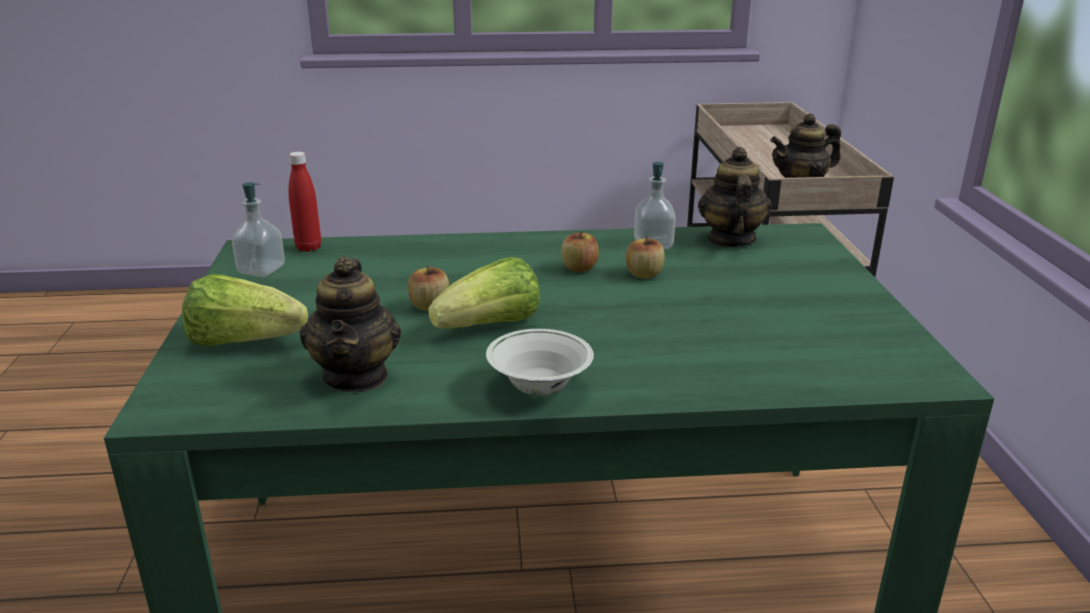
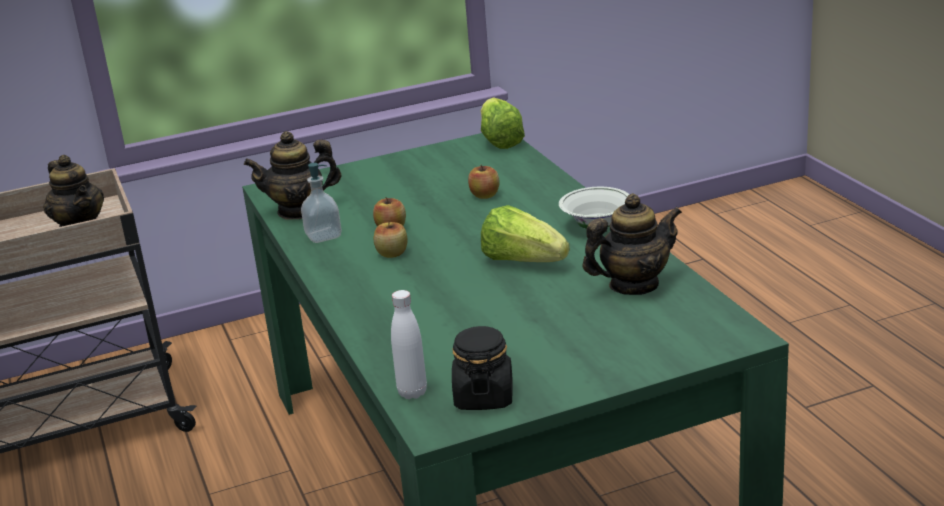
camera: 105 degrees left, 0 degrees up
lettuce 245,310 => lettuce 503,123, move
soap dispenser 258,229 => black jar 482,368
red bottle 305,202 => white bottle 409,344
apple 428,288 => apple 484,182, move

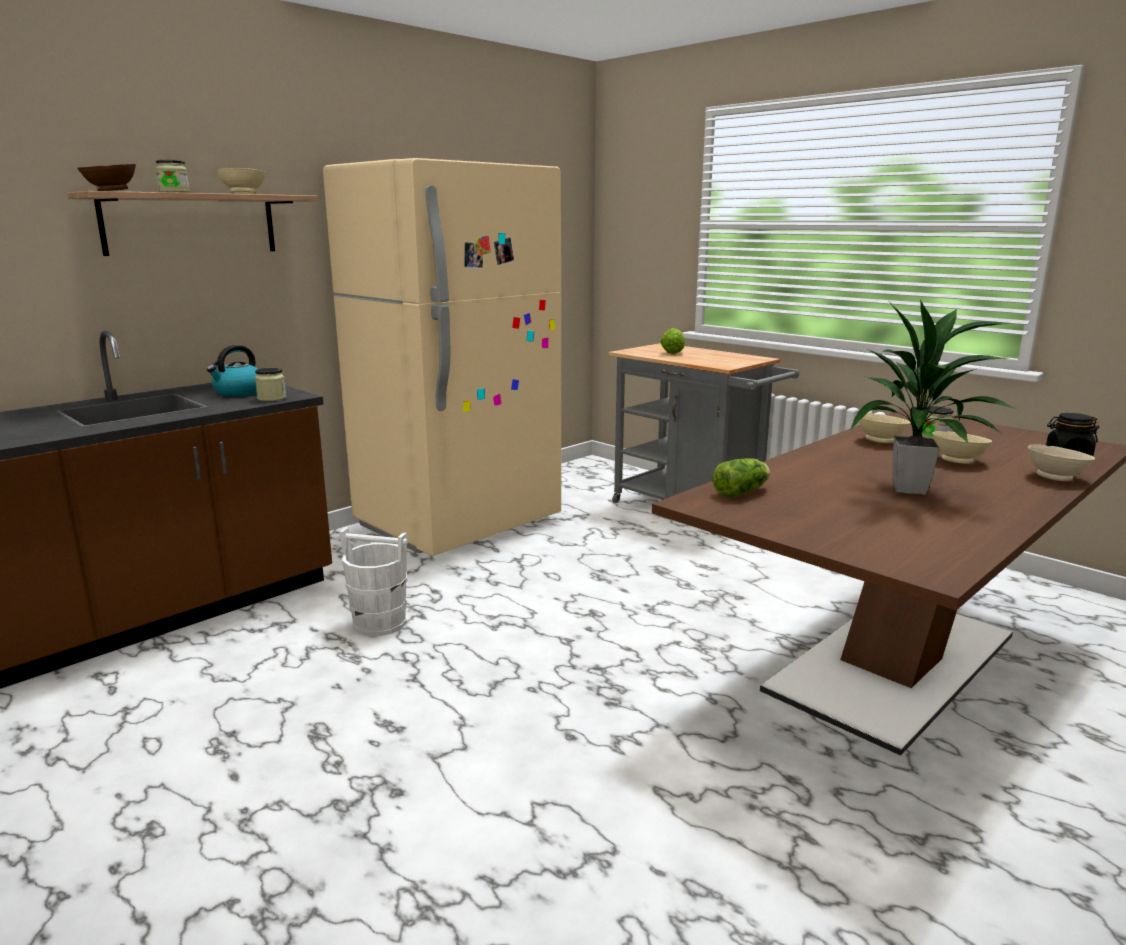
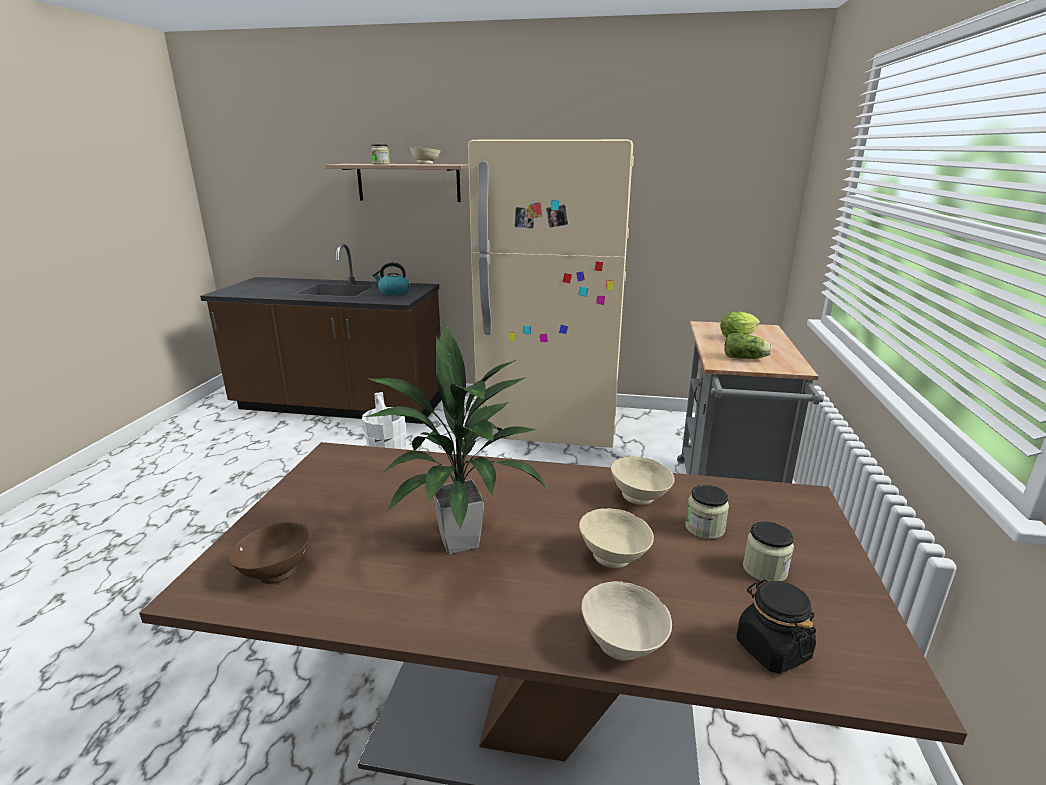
camera: 55 degrees right, 5 degrees up
brown bowl 106,177 => brown bowl 269,553, move
jar 270,384 => jar 768,551, move
lettuce 741,478 => lettuce 748,346, move

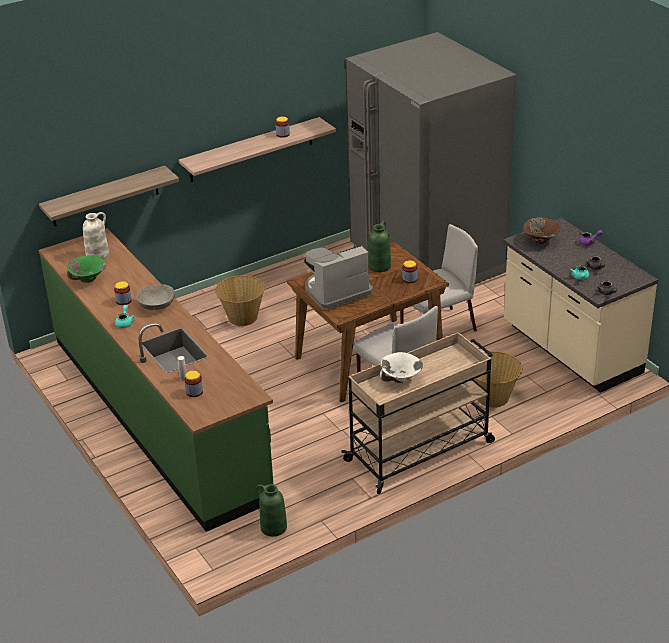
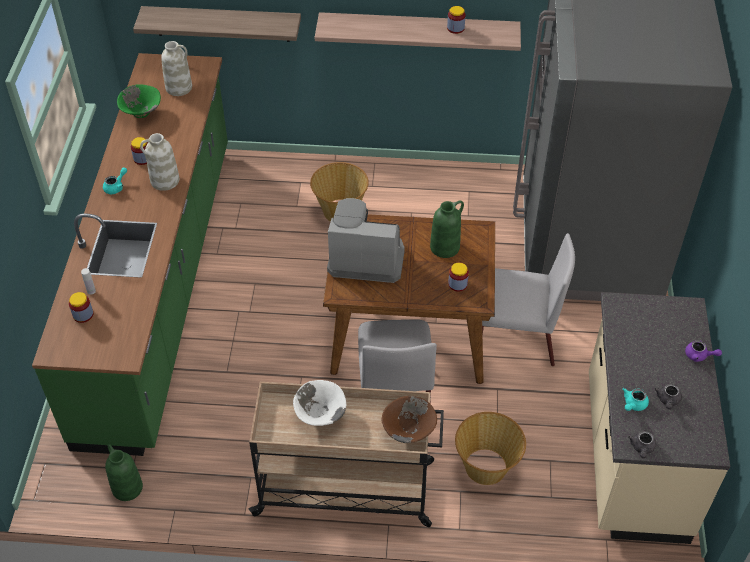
camera: 35 degrees right, 15 degrees up
grey bowl 155,297 => white vase 159,162
brown bowl 541,230 => brown bowl 409,419, move

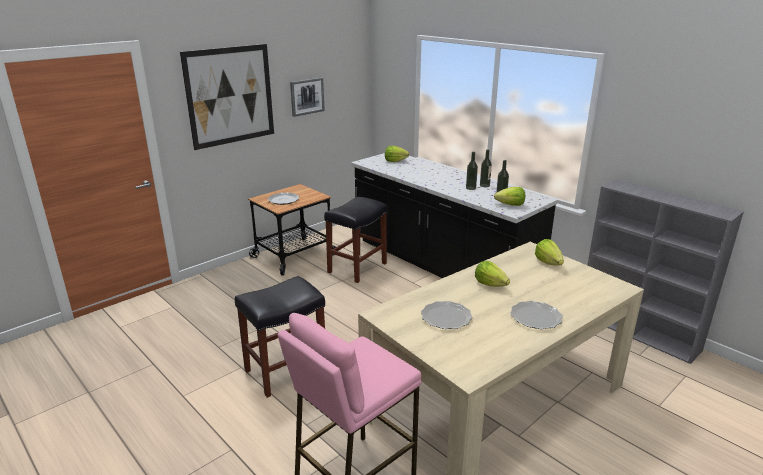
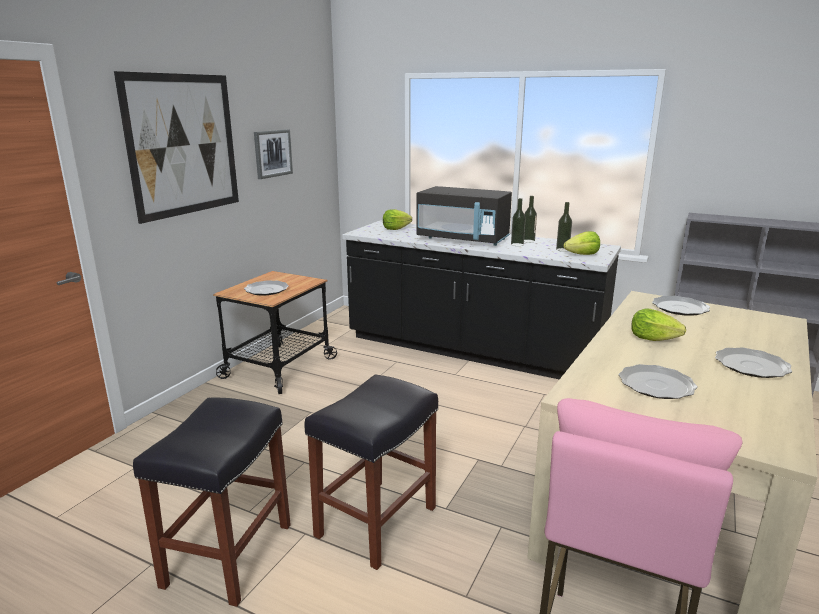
camera: 20 degrees left, 5 degrees down
black stool 355,240 => black stool 212,502, move
lettuce 549,252 => plate 681,306
nothing => black microwave 464,216

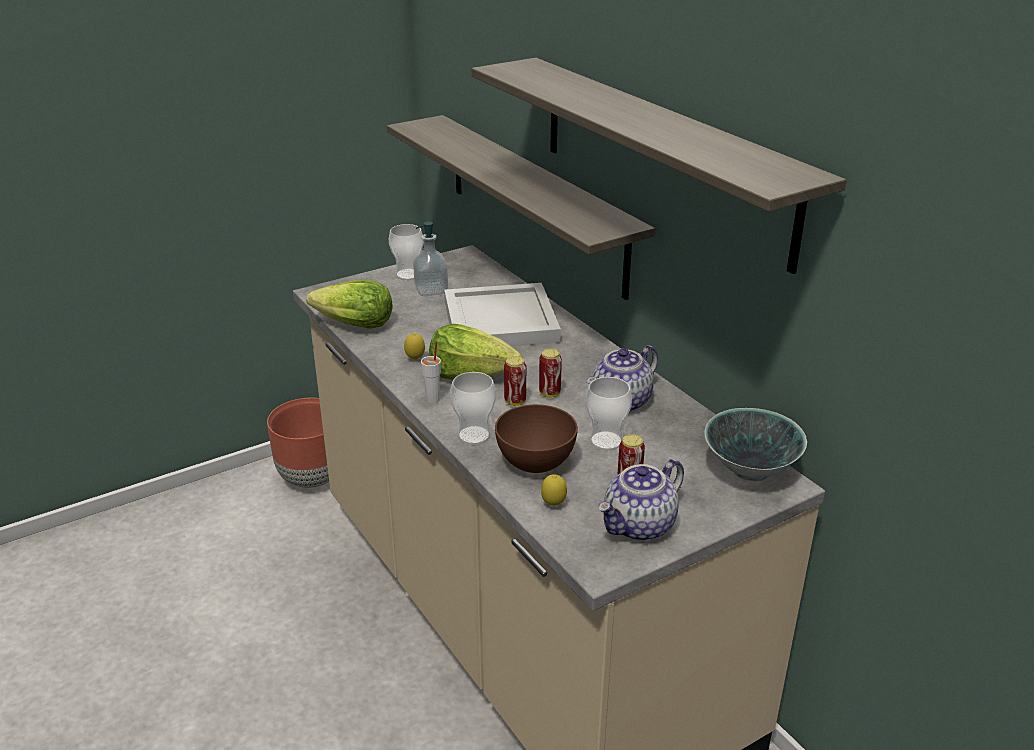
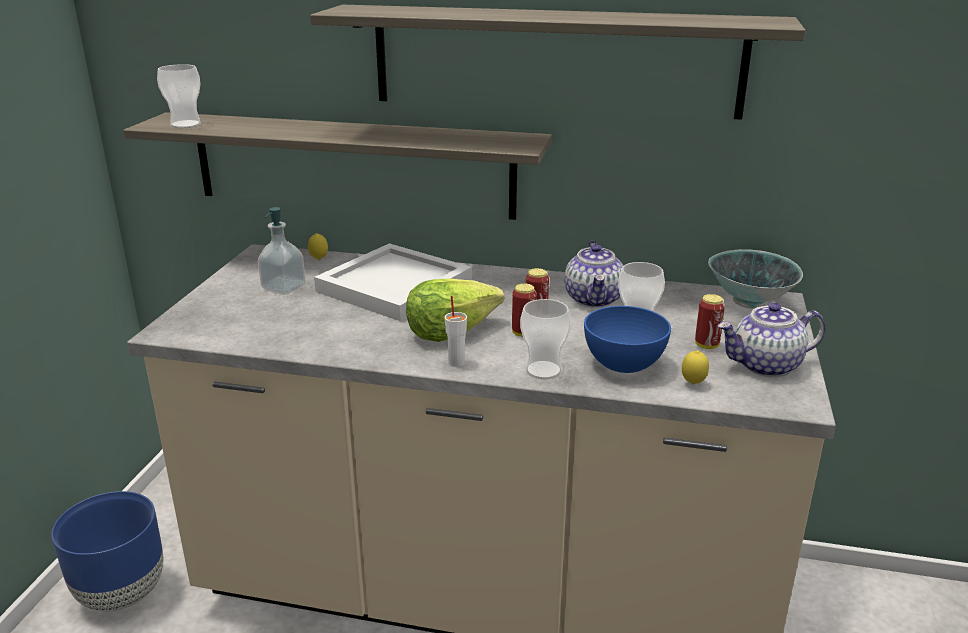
camera: 45 degrees left, 5 degrees down
brown planter 298,443 => blue planter 107,551
lettuce 349,304 => nothing
cup 406,252 => cup 179,96, move
lemon 414,346 => lemon 318,246, move
brown bowl 536,438 => blue bowl 627,339
teapot 641,500 => teapot 771,340, 75 degrees clockwise

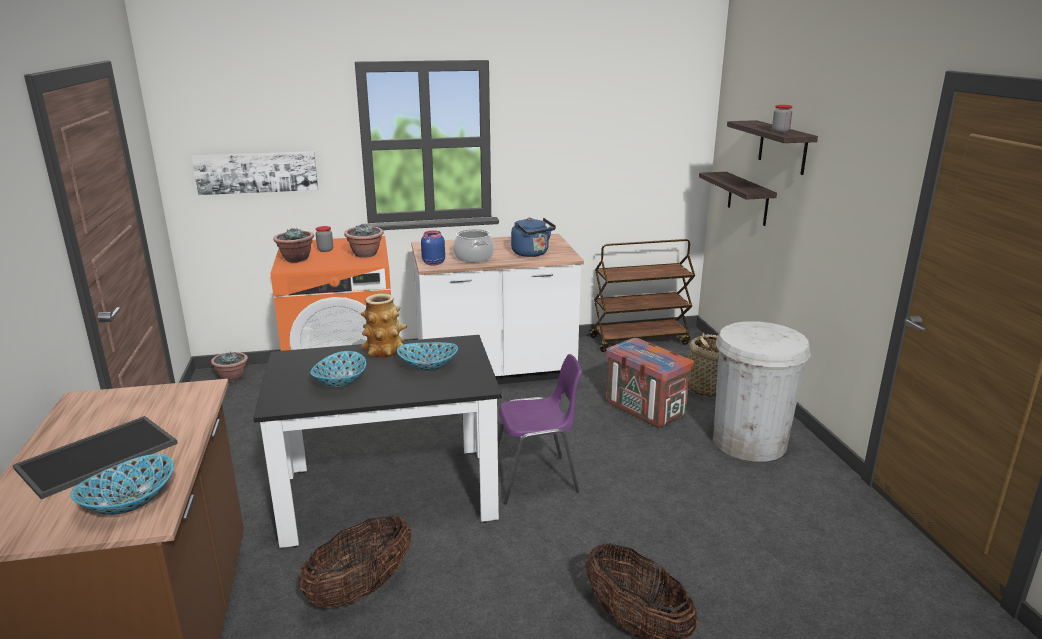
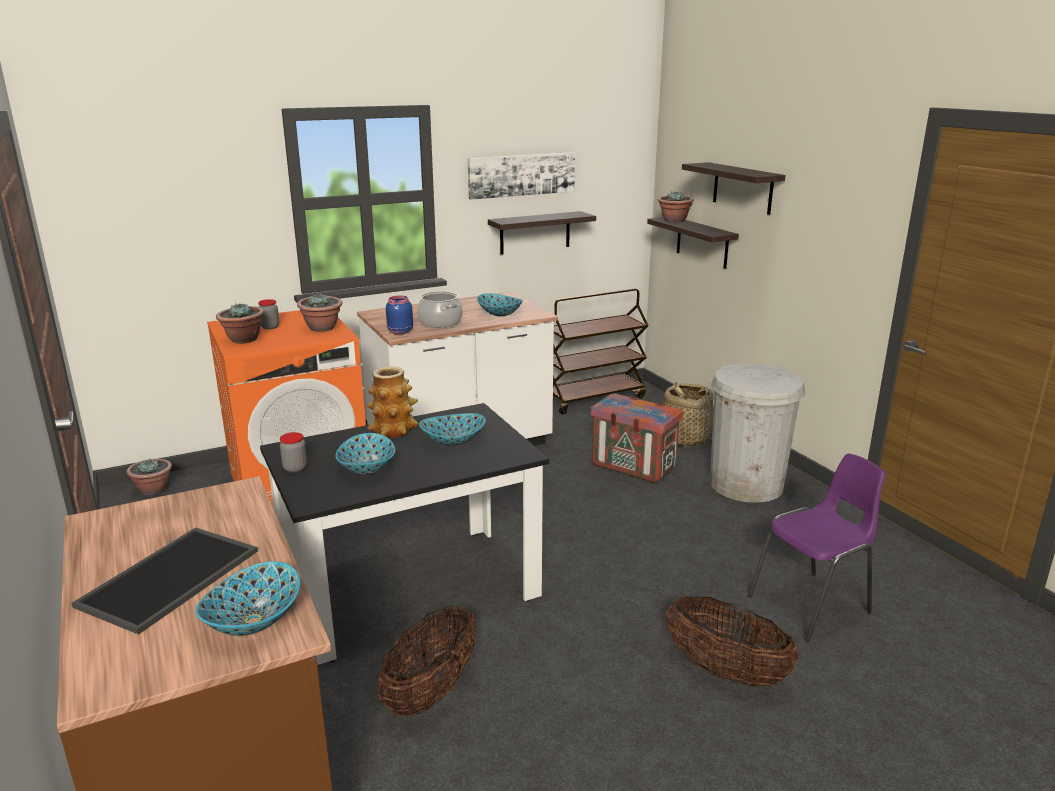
camera: 15 degrees left, 0 degrees up
picture 255,173 => picture 521,176, move
purple chair 540,429 => purple chair 817,547, move
blue kettle 533,237 => bowl 500,304
jar 782,119 => jar 293,452, move
nothing => shelf 542,232
nothing => potted plant 676,207

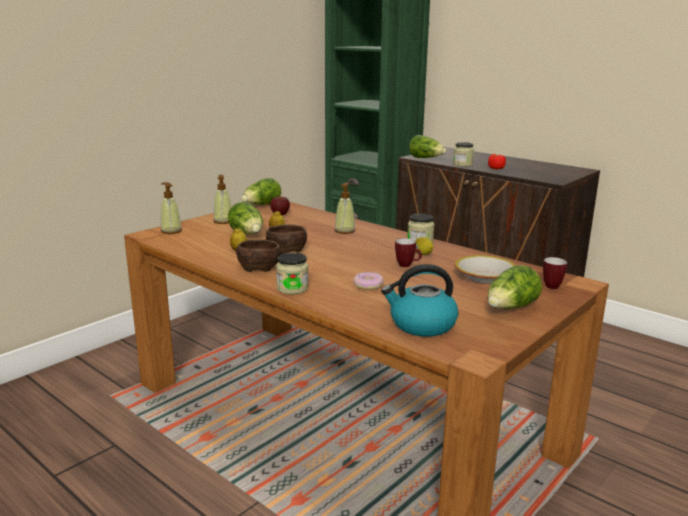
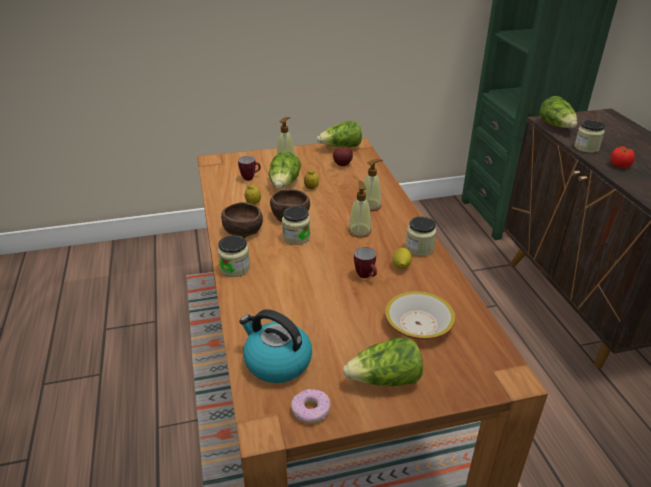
camera: 35 degrees right, 15 degrees up
soap dispenser 171,208 => soap dispenser 360,209, move
donut 368,281 => donut 311,406, move
mug 555,273 => mug 249,168, move
nothing => jar 296,225

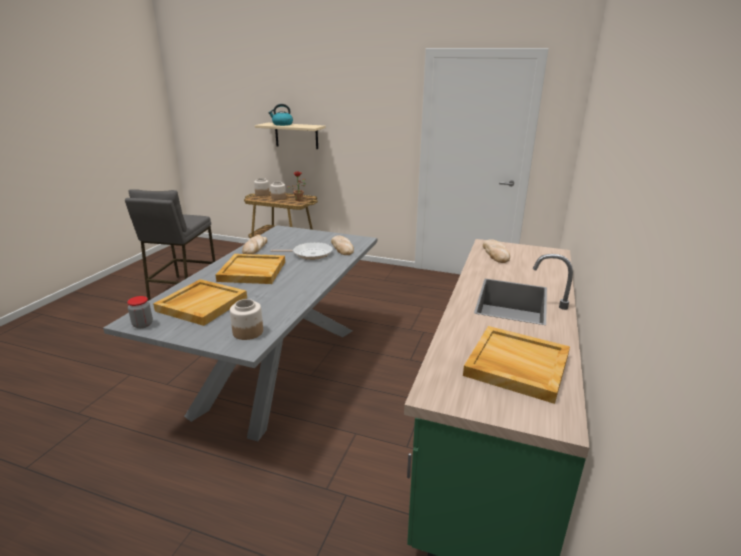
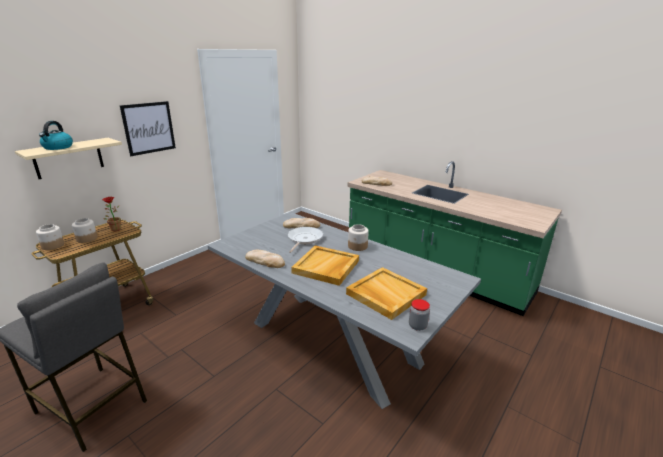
camera: 70 degrees left, 0 degrees up
jar 246,319 => jar 358,237, move
beige tray 516,365 => nothing
nothing => picture 148,128

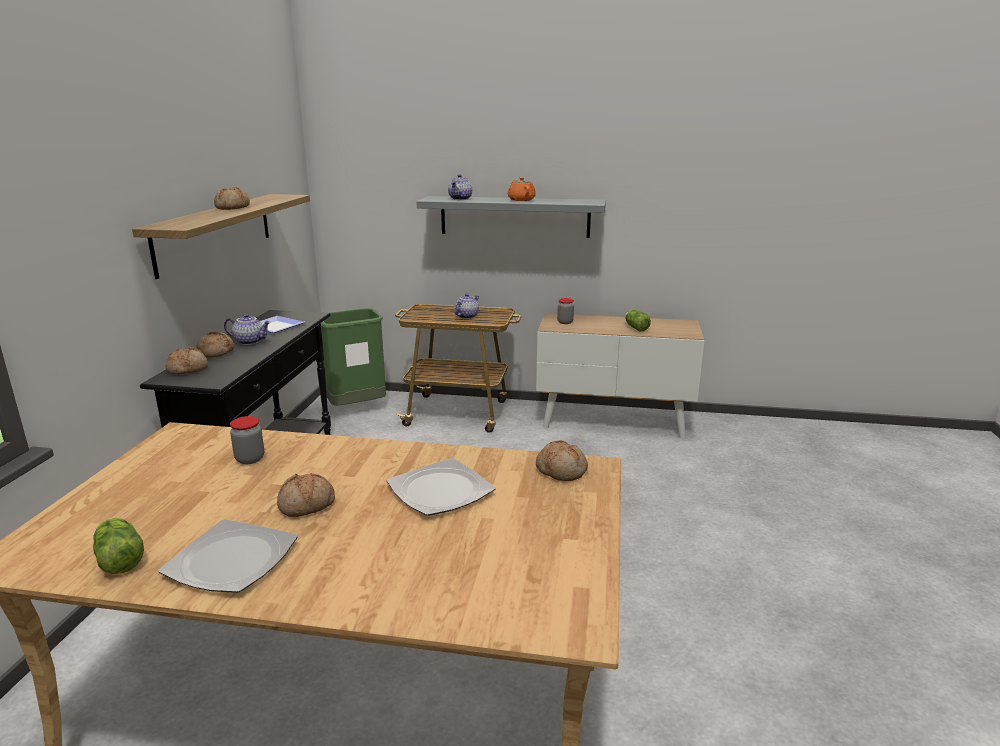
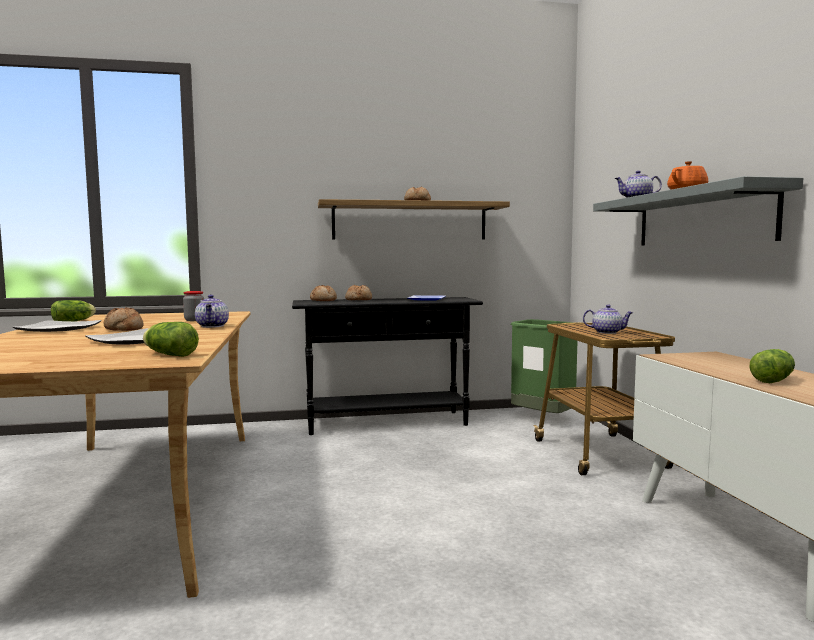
camera: 70 degrees right, 15 degrees down
teapot 247,329 => teapot 212,311, move
bread 562,460 => lettuce 171,339
jar 565,311 => nothing

